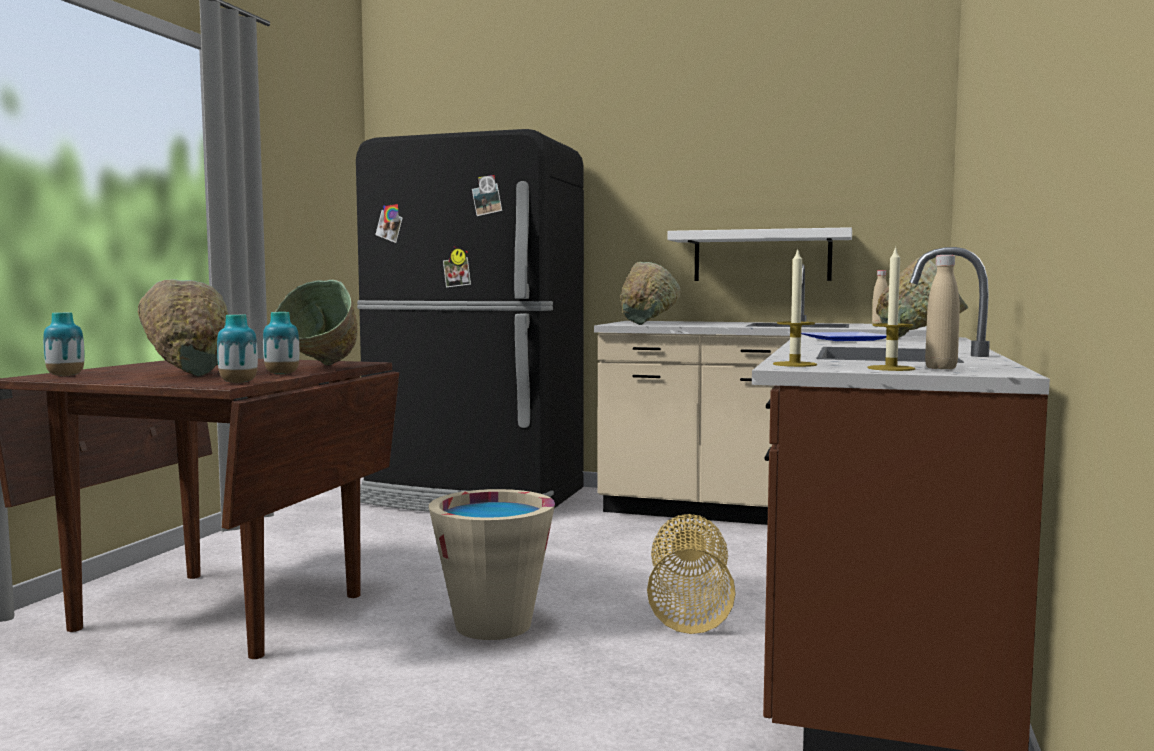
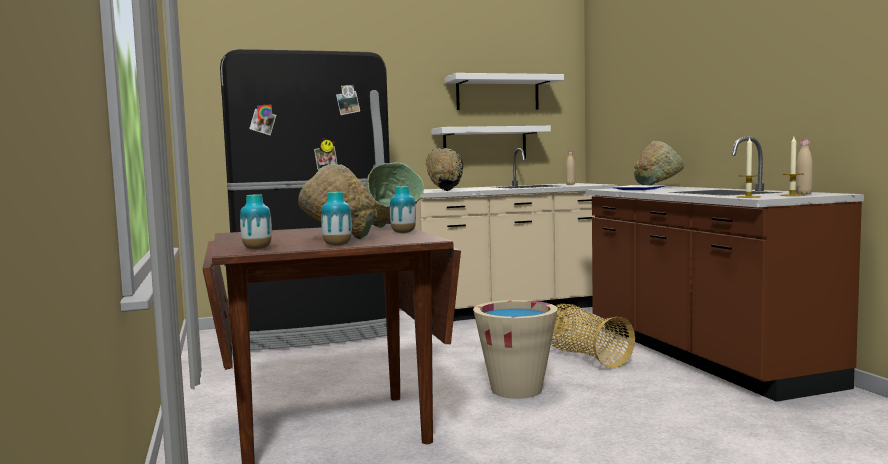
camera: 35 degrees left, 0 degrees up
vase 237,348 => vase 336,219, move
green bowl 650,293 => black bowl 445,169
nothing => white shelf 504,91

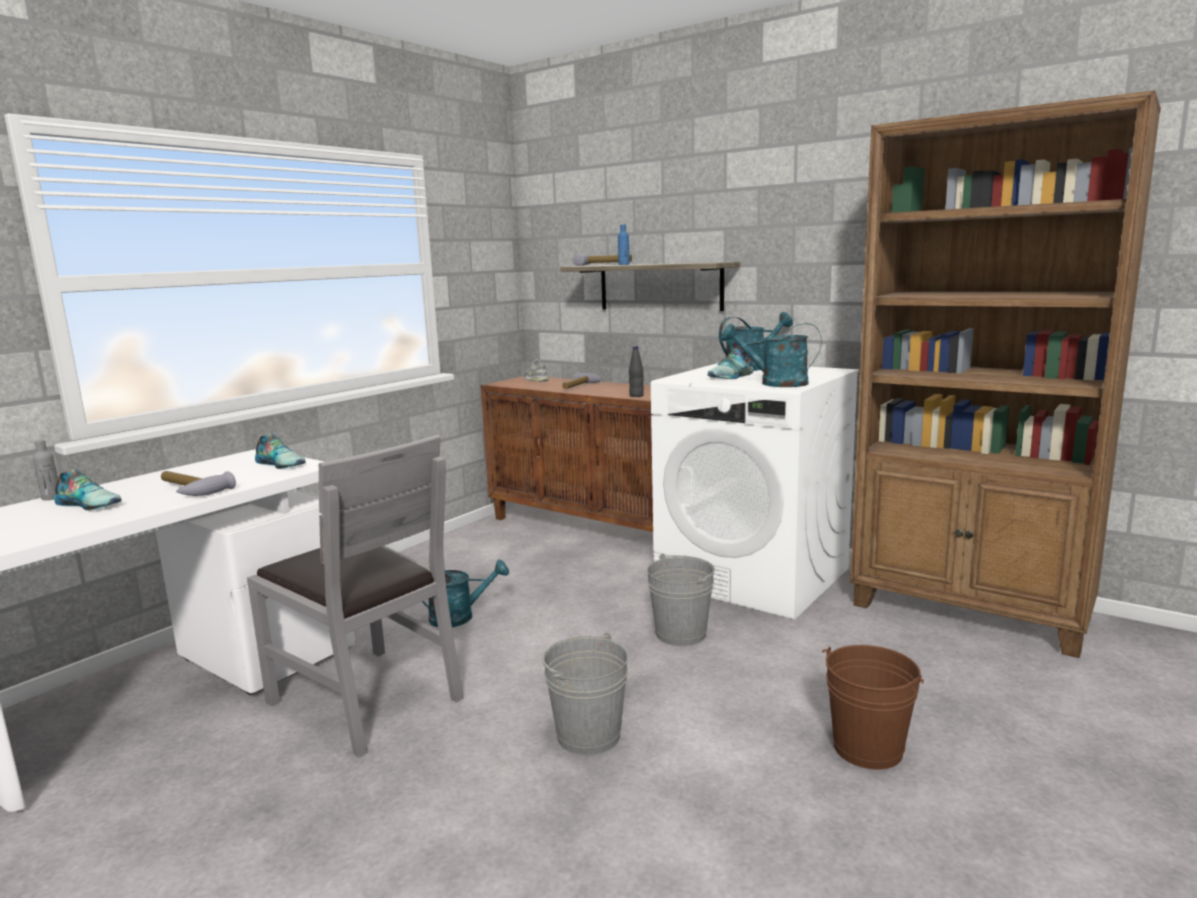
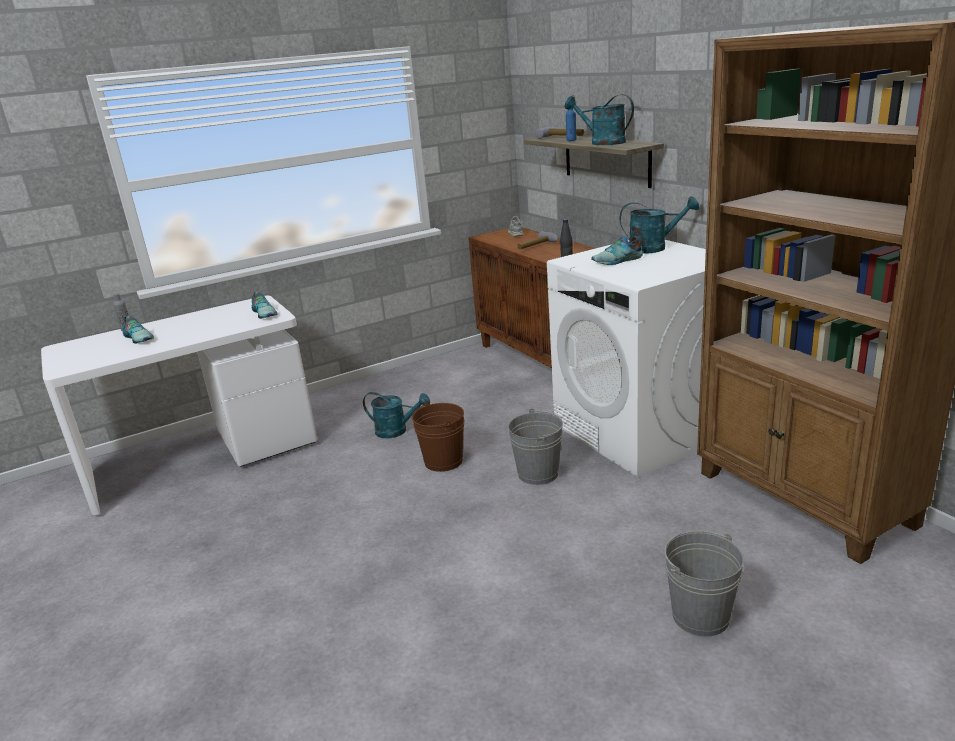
camera: 25 degrees right, 10 degrees up
hammer 198,483 => nothing
grey chair 355,596 => nothing
grey bucket 585,693 => grey bucket 704,584, move
turquoise watering can 771,355 => turquoise watering can 599,119, move
brown bucket 873,707 => brown bucket 438,436, move

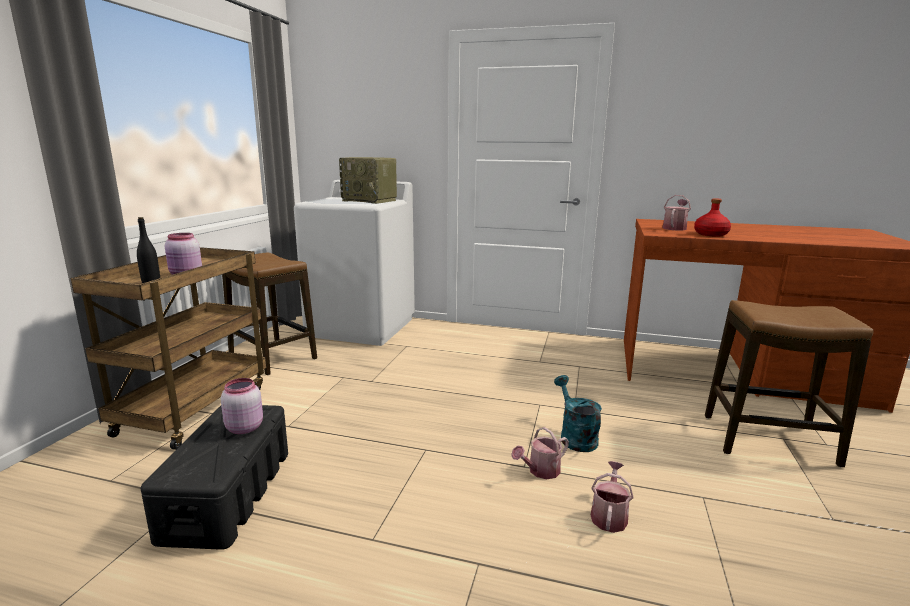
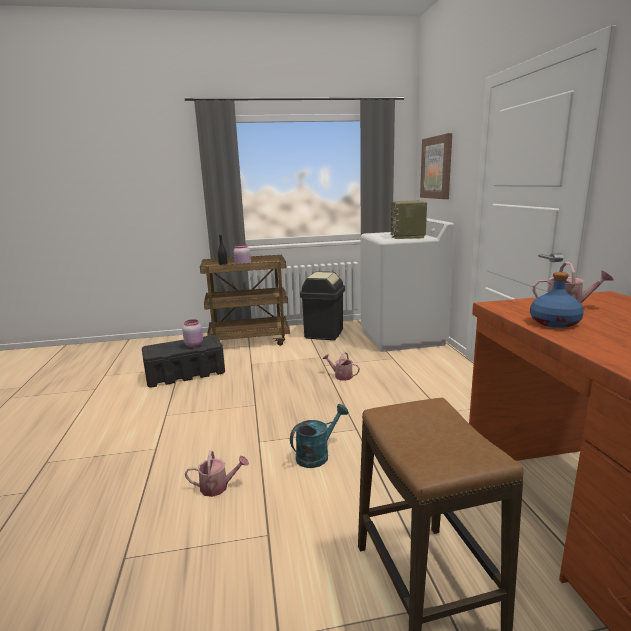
camera: 65 degrees right, 0 degrees up
stool 269,313 => black trash can 322,305
watering can 540,453 => watering can 341,366, move
red bottle 712,217 => blue bottle 557,300
nothing => picture 436,166

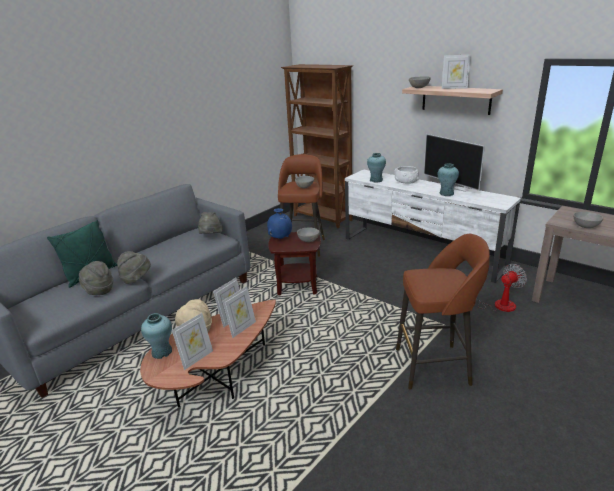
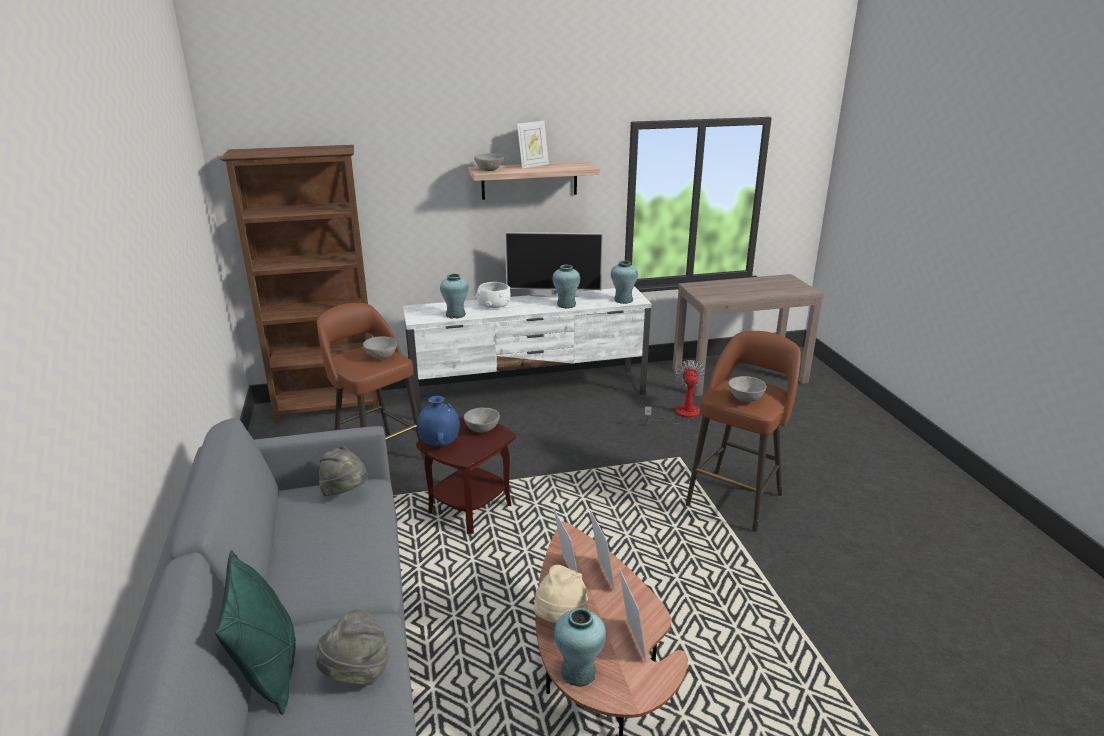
camera: 55 degrees left, 0 degrees up
grey hat 134,267 => nothing
grey bowl 588,219 => grey bowl 747,389, move
nothing => turquoise vase 624,282

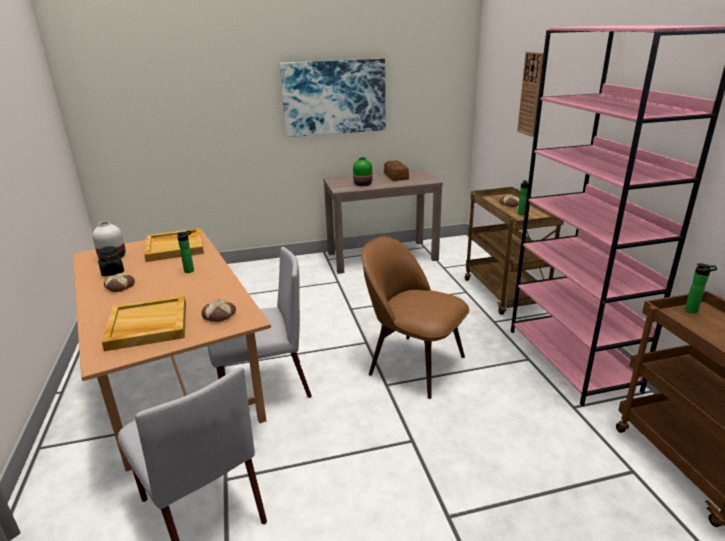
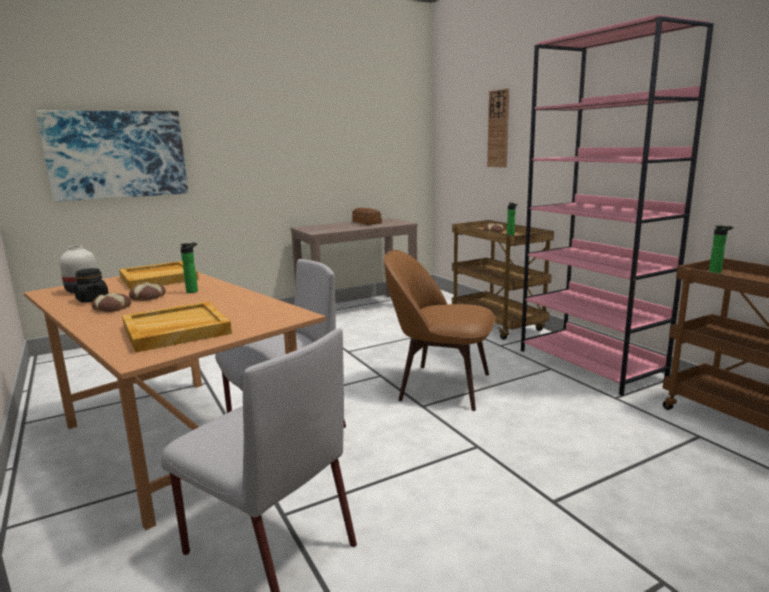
camera: 15 degrees left, 10 degrees down
bread 218,310 => bread 147,291, move
picture 332,98 => picture 112,156, move
green vase 362,171 => nothing

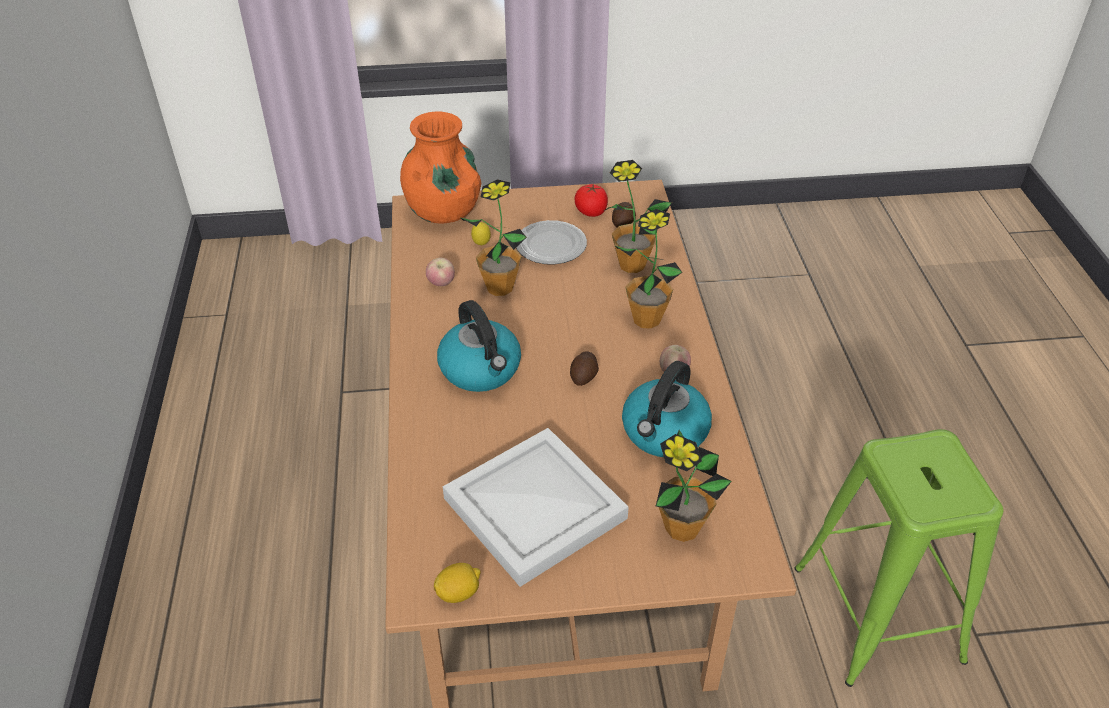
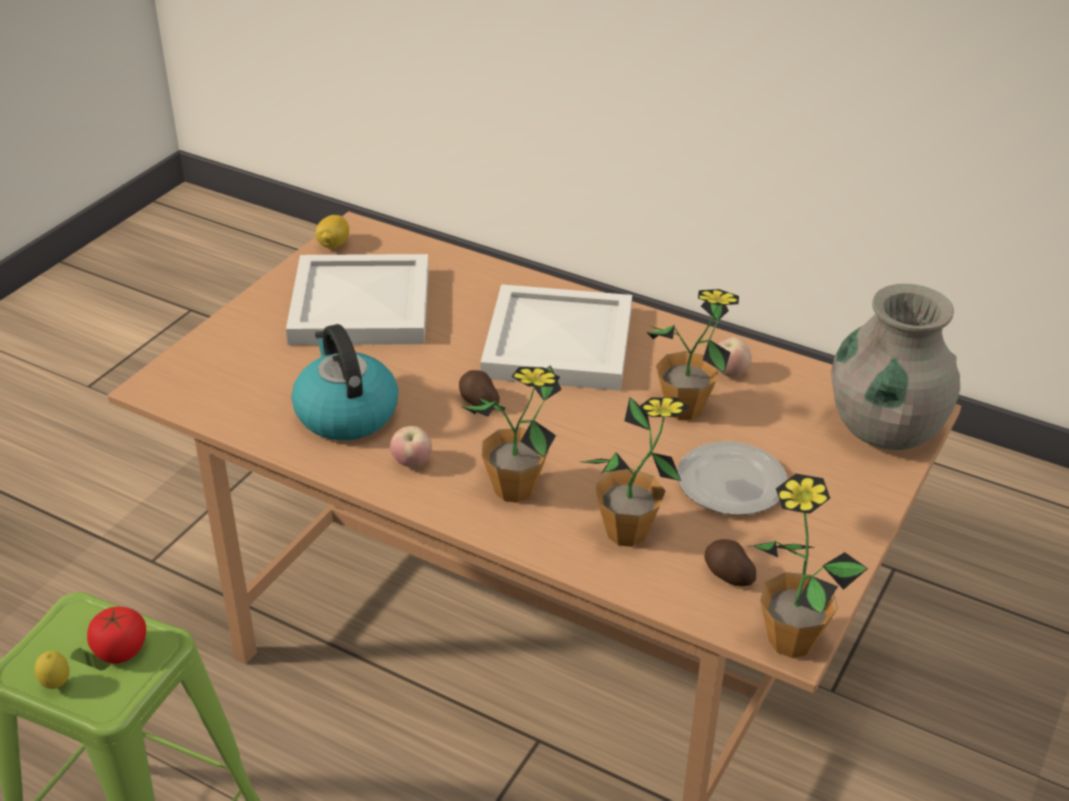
camera: 125 degrees right, 5 degrees down
orange vase 440,167 => grey vase 895,367
kettle 479,346 => white tray 556,337
lemon 481,233 => lemon 52,670, move
tomato 591,200 => tomato 116,635, move
potted plant 694,486 => potted plant 808,566, move

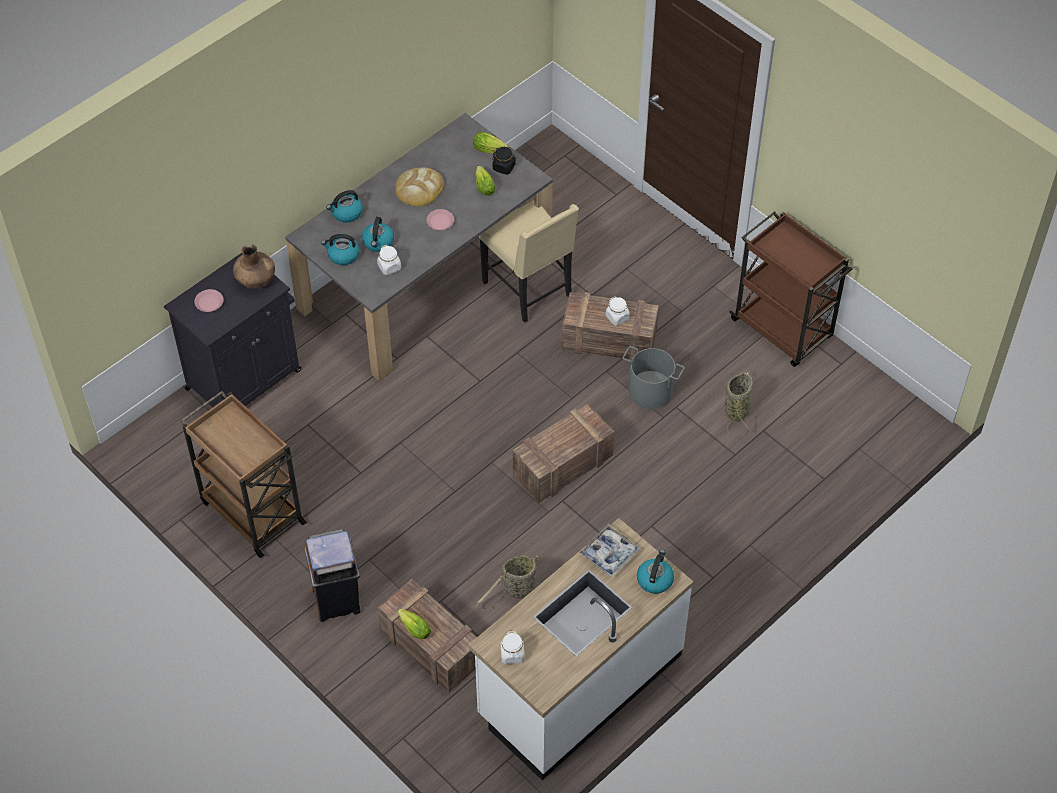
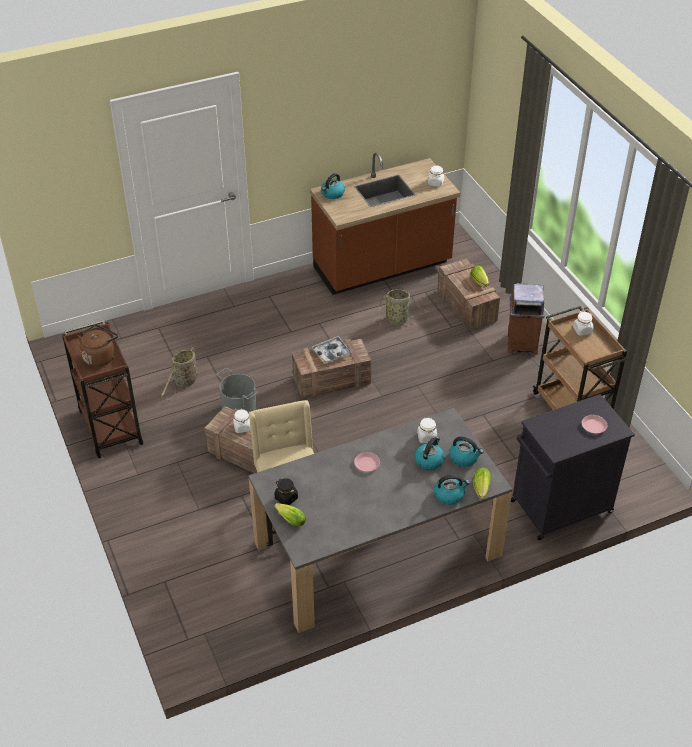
camera: 160 degrees left, 10 degrees down
brown vase 254,266 => nothing
bread 419,187 => nothing
white counter 581,649 => brown counter 385,224
lettuce 485,181 => lettuce 482,483, move
tray 609,551 => tray 332,350, move
nothing => brown kettle 98,346
nothing => white jar 583,323

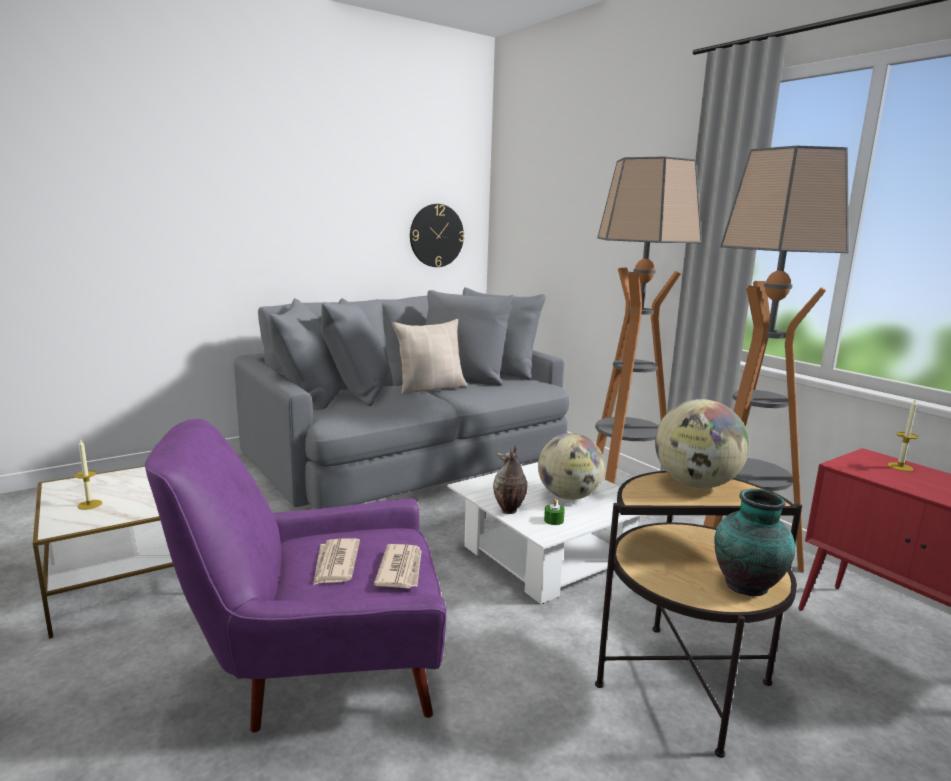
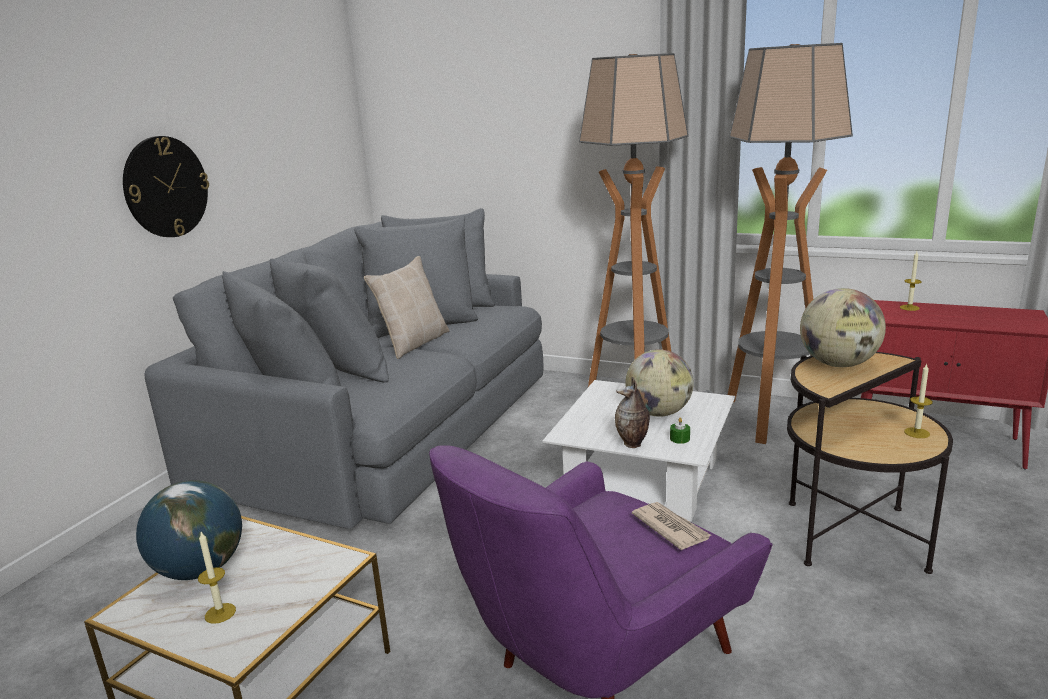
camera: 30 degrees left, 5 degrees up
newspaper 336,562 => nothing
wall clock 437,235 => wall clock 166,186, move
vase 754,542 => candle 918,400
nothing => globe 189,530

